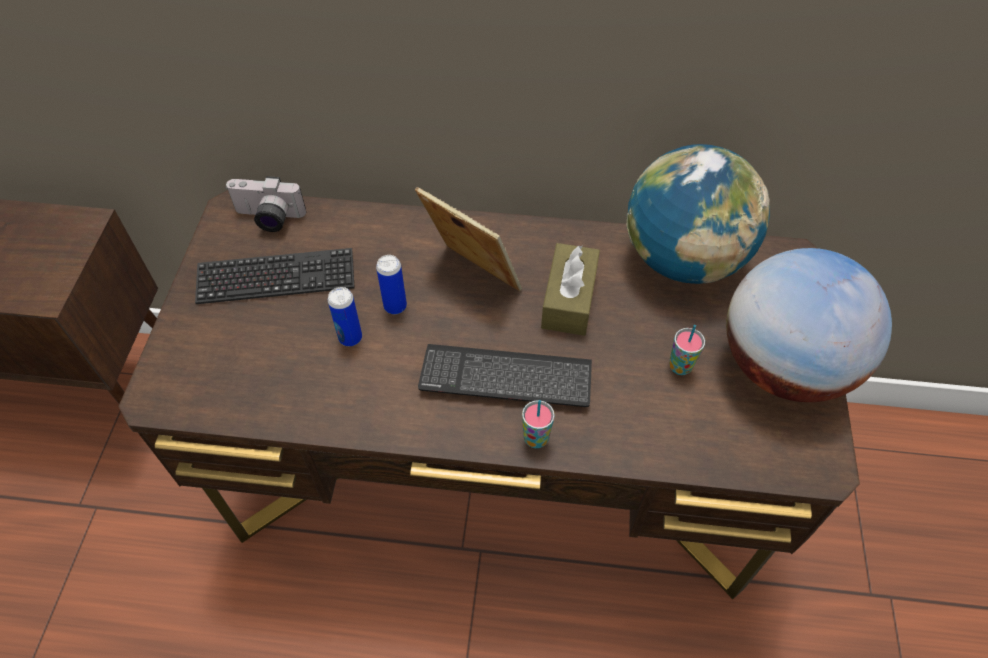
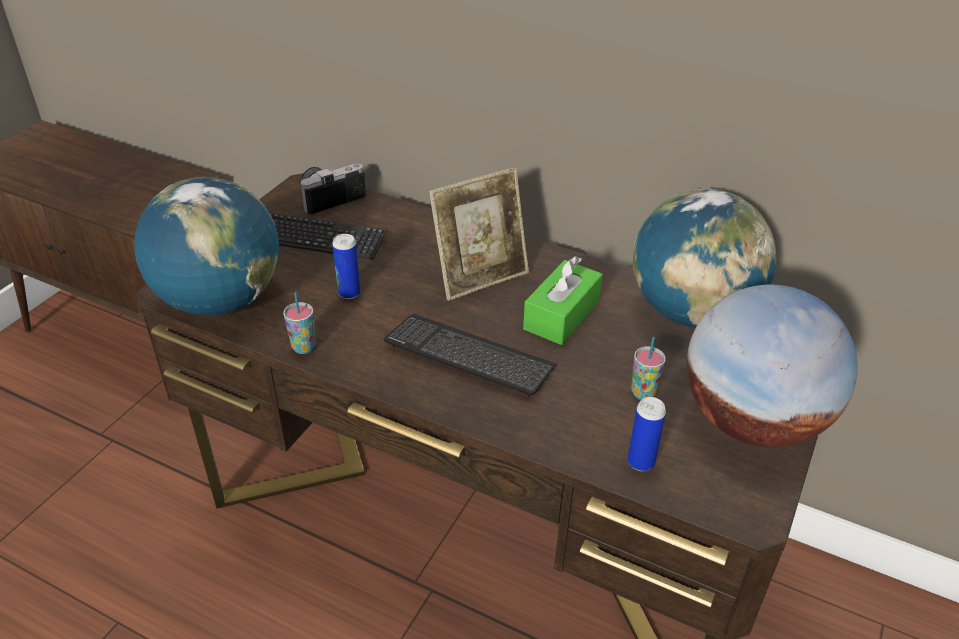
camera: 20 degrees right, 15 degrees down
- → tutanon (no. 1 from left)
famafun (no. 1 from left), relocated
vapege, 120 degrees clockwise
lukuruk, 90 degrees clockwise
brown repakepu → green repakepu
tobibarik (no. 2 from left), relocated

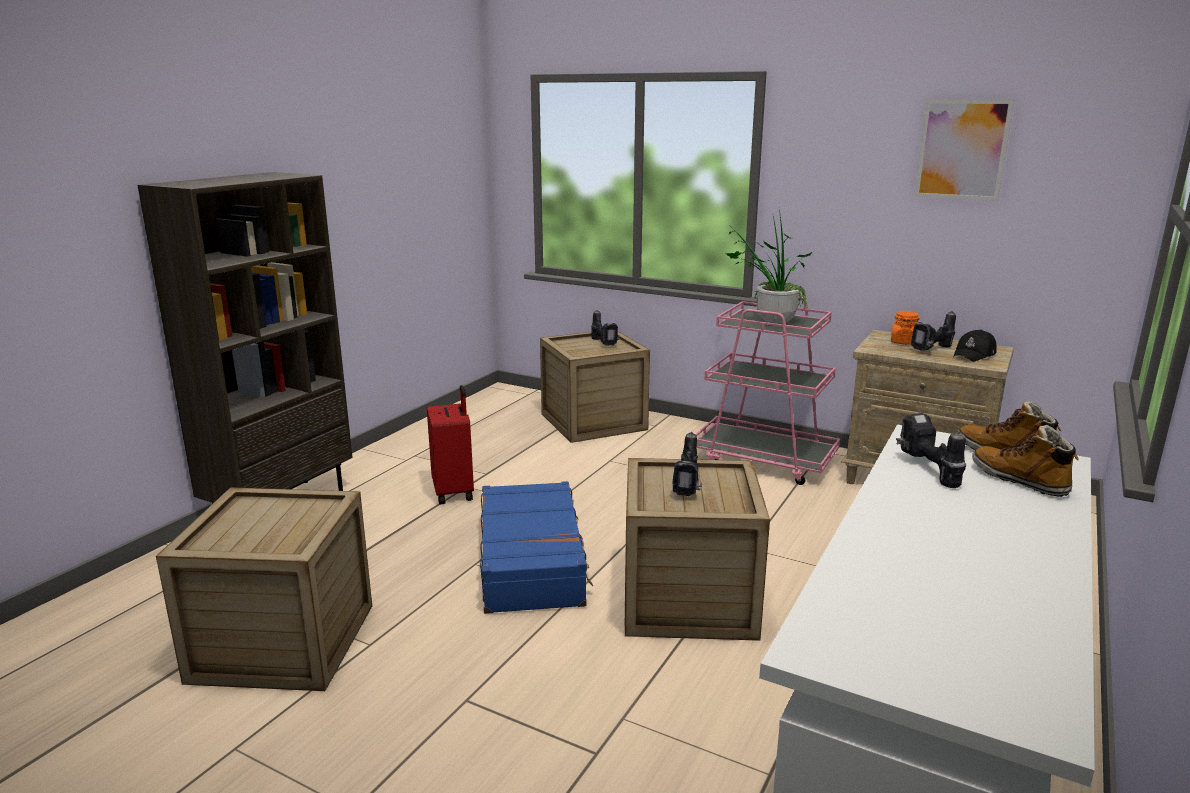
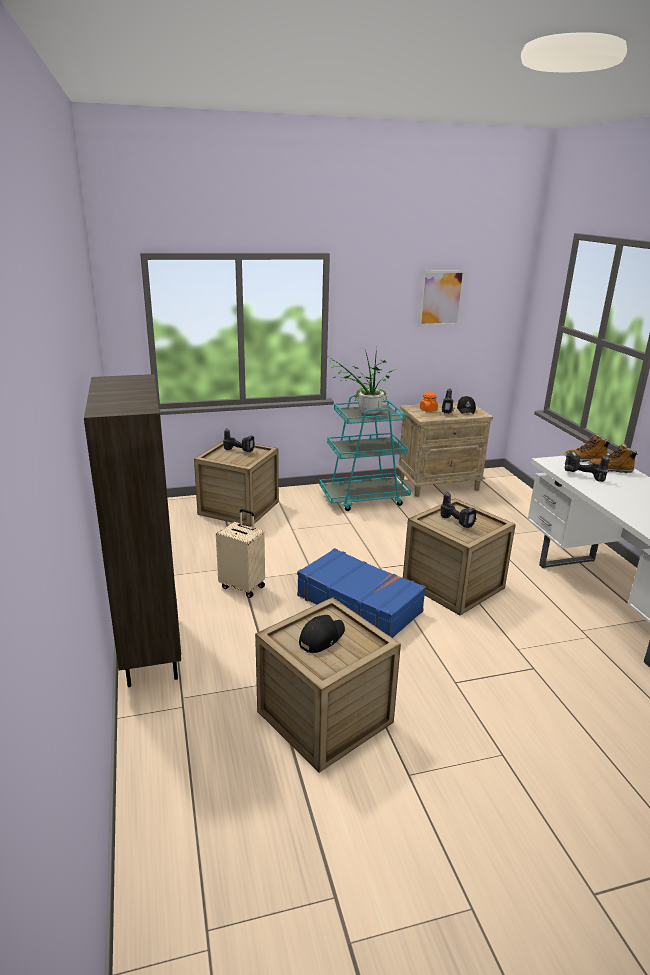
camera: 45 degrees left, 5 degrees up
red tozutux → beige tozutux
- → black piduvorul (no. 1 from left)
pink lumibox → turquoise lumibox

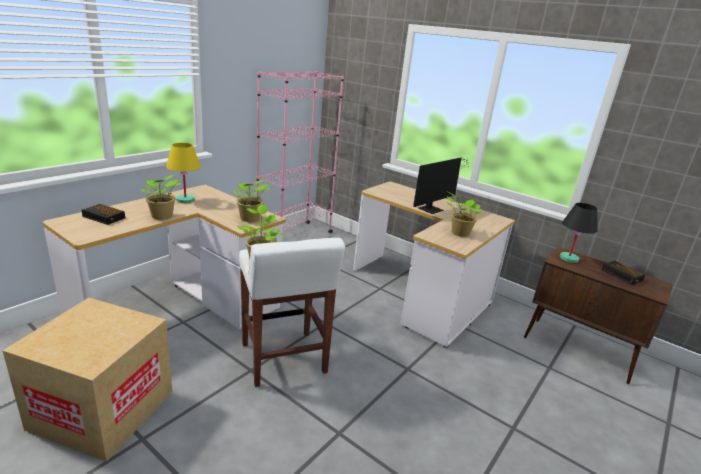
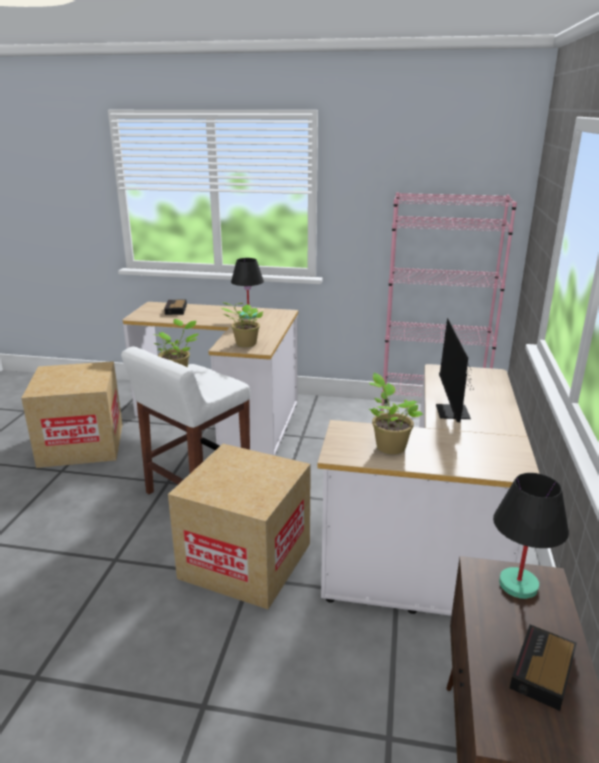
camera: 65 degrees right, 0 degrees up
- → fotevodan (no. 2 from left)
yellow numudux → black numudux (no. 1 from left)
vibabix, 75 degrees clockwise
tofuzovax (no. 1 from left) → -

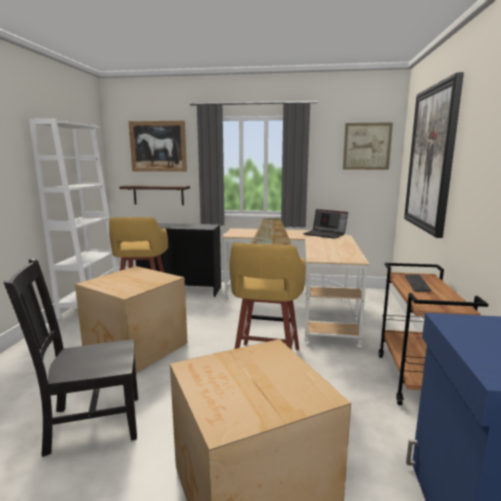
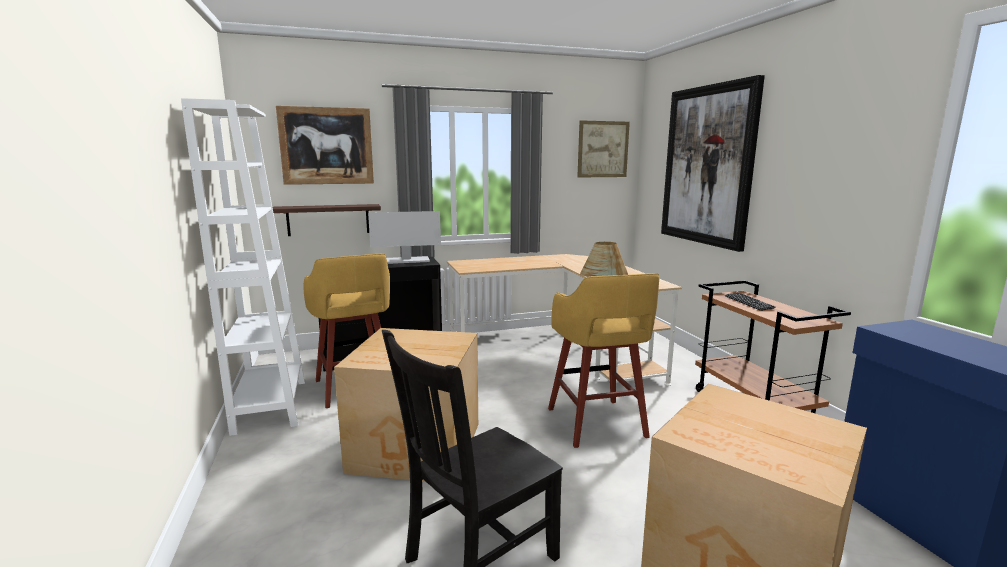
camera: 25 degrees left, 0 degrees up
- → vibabix
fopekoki → -

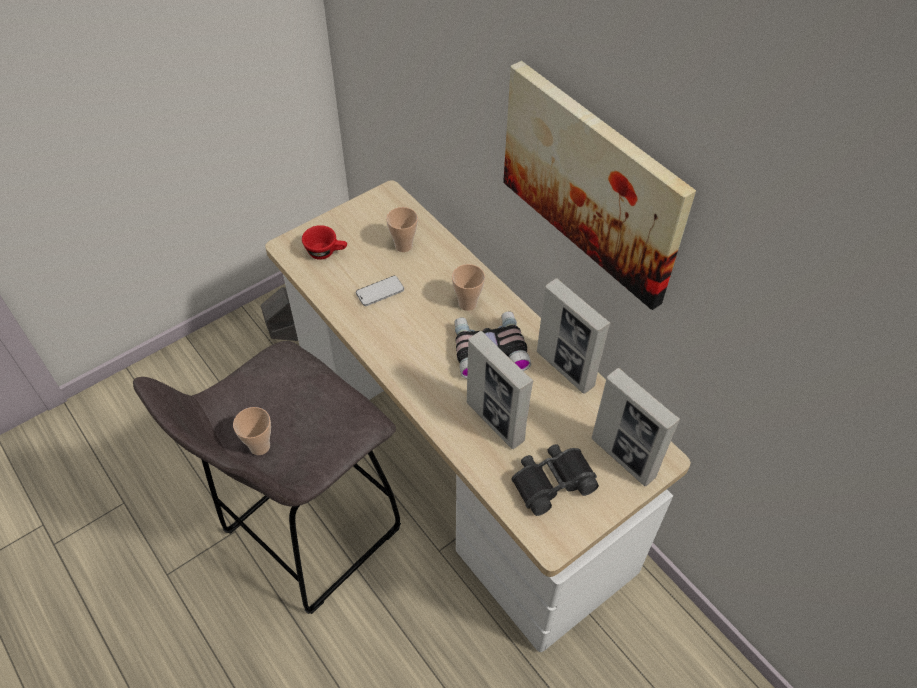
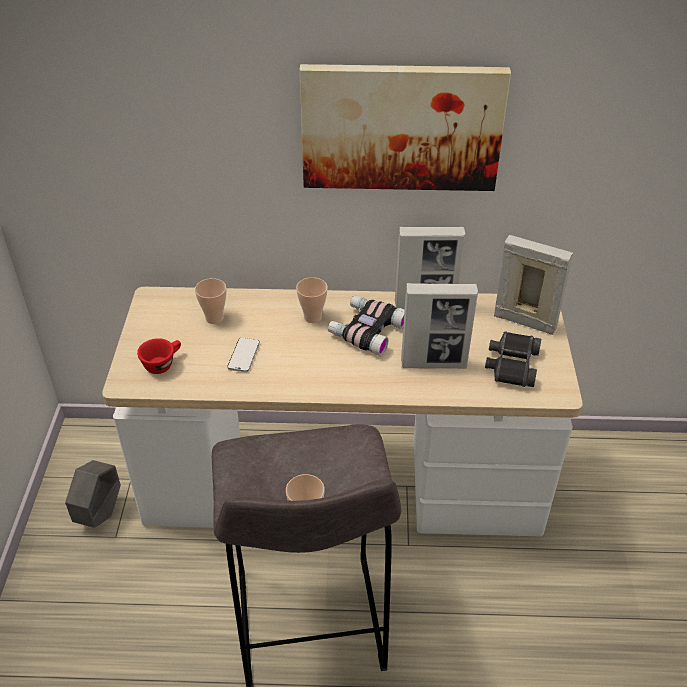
camera: 50 degrees left, 10 degrees down
lukuruk (no. 3 from left), 150 degrees counterclockwise

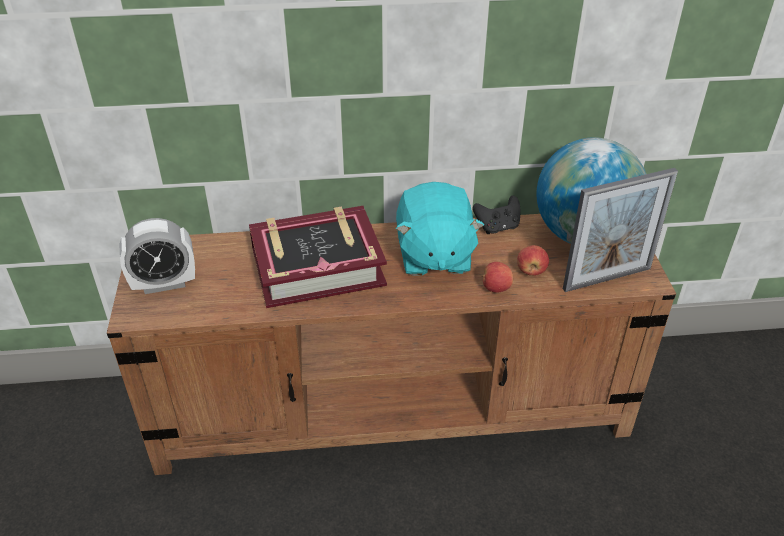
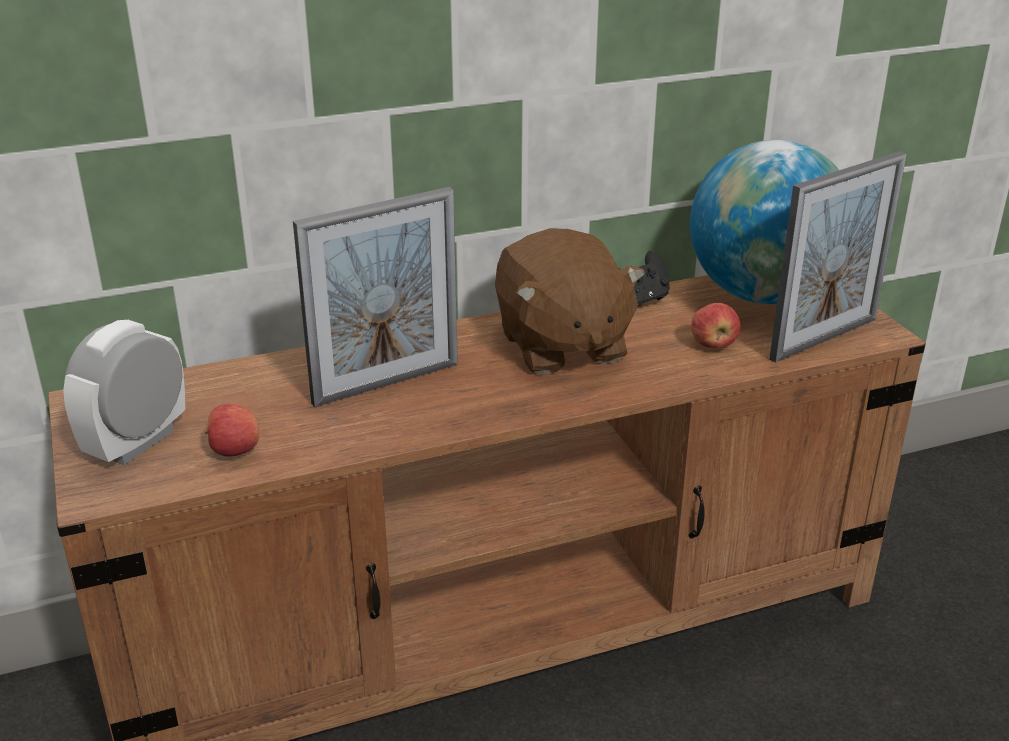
camera: 15 degrees left, 10 degrees down
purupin, 150 degrees clockwise
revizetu (no. 1 from left), relocated
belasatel → lukuruk (no. 1 from left)
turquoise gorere → brown gorere

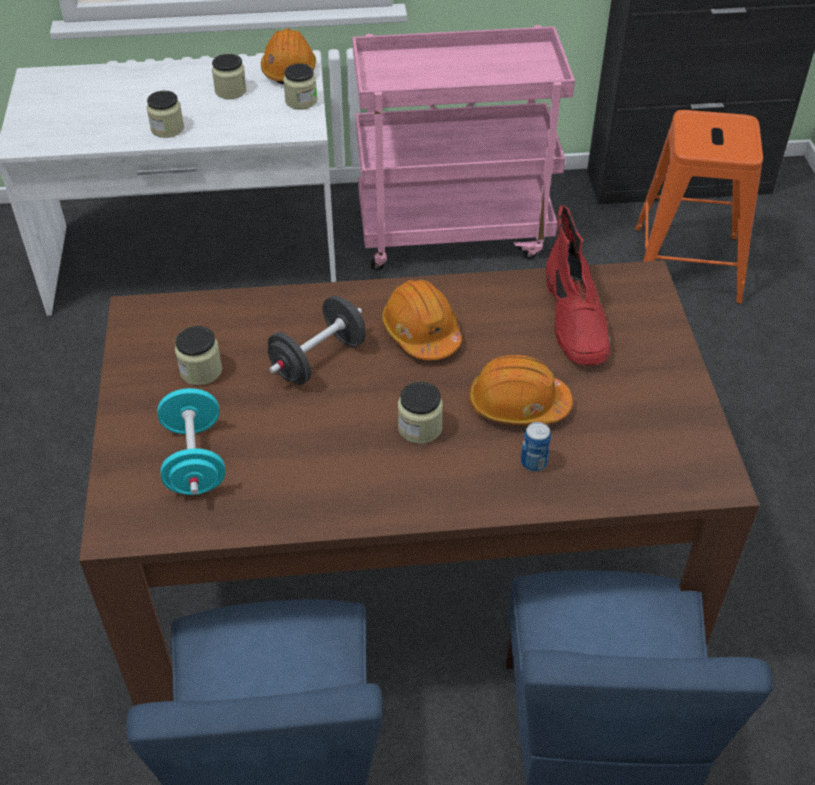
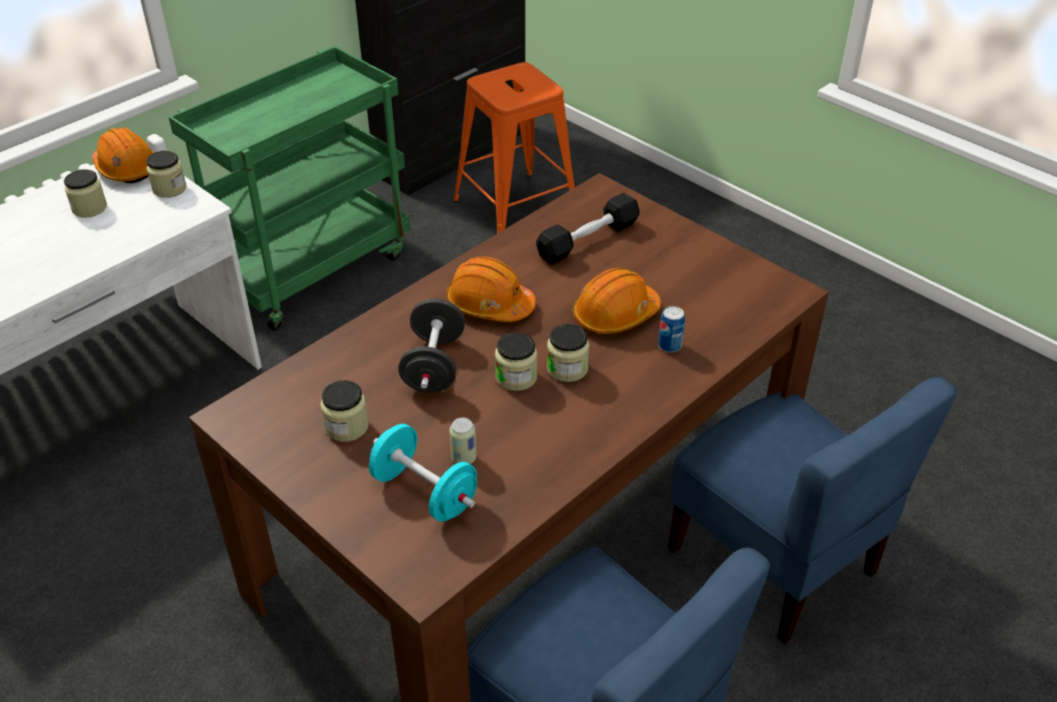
camera: 40 degrees left, 5 degrees down
pink lumibox → green lumibox
- → tobibarik (no. 1 from left)
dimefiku (no. 1 from left in the first image) → dimefiku (no. 4 from left), relocated
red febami → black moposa (no. 2 from left)

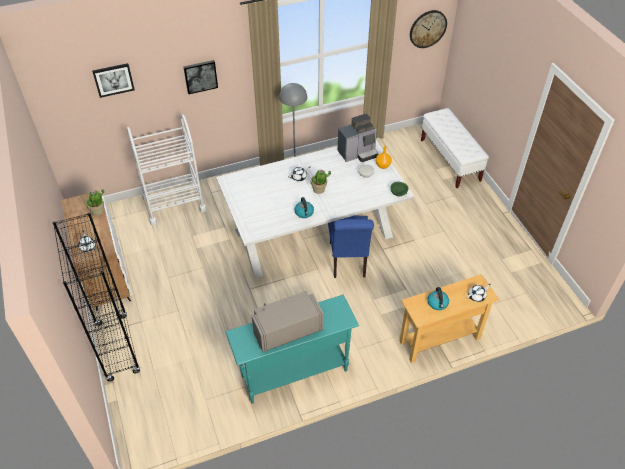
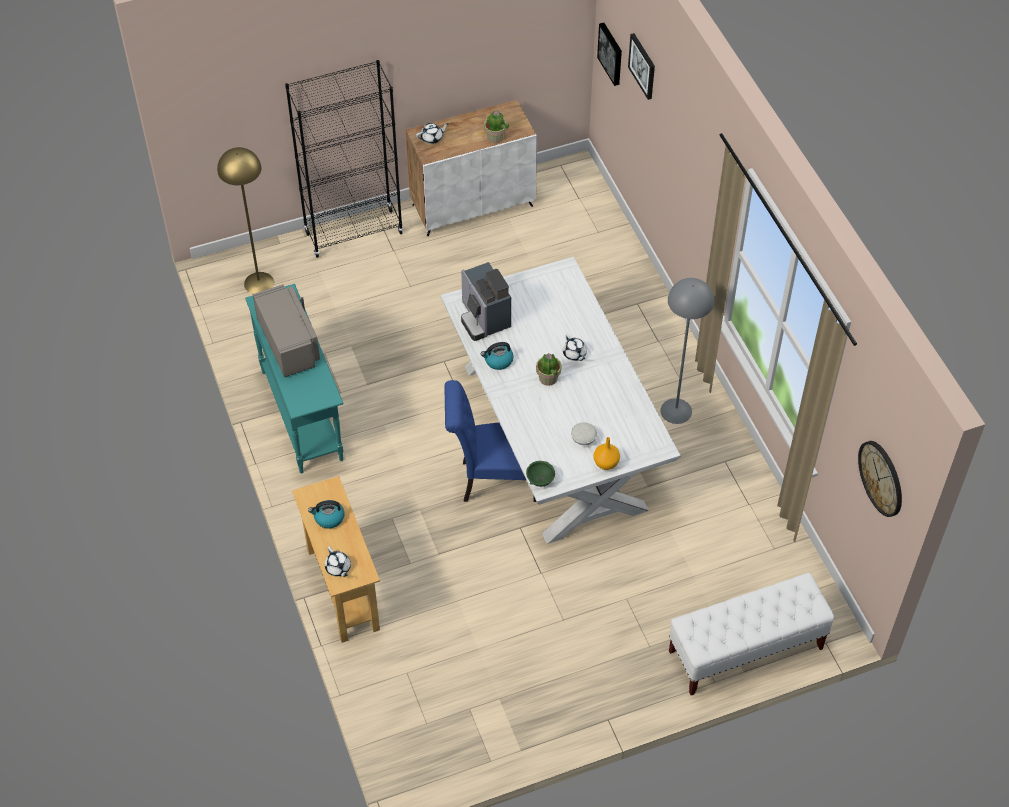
camera: 90 degrees right, 5 degrees up
- → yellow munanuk
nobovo, relocated
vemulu (no. 2 from left in the first image) → vemulu (no. 1 from left), relocated
white lumibox → -

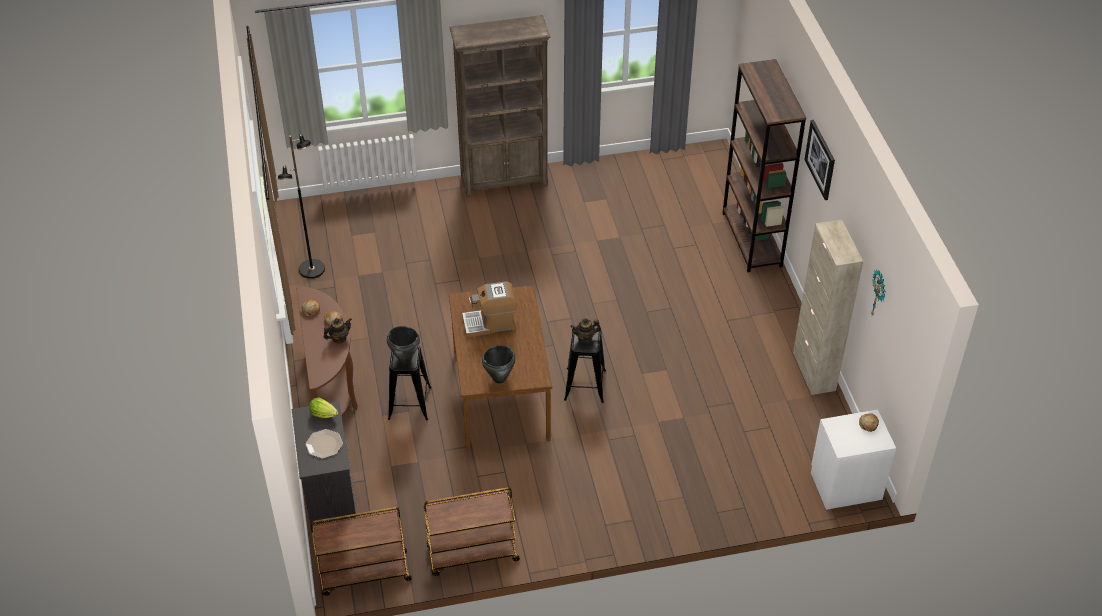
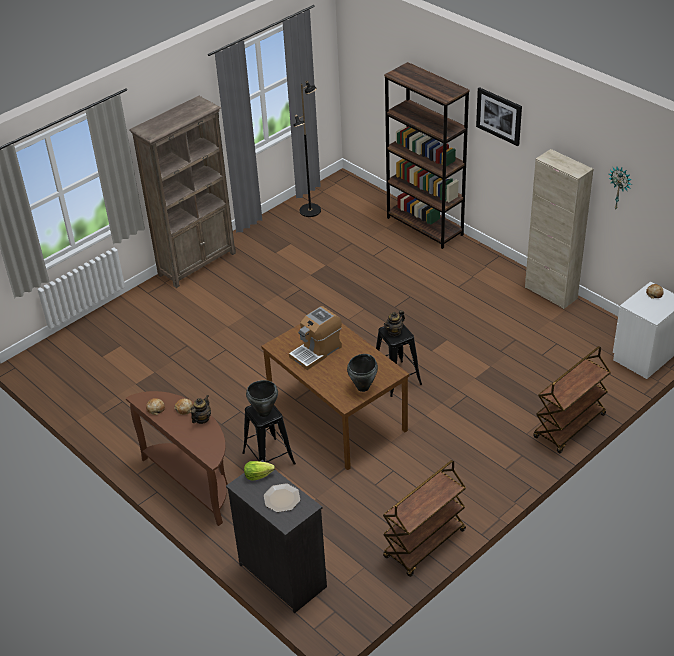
camera: 30 degrees left, 5 degrees down
black munanuk, relocated
brown lumibox (no. 1 from left in the first image) → brown lumibox (no. 2 from left), relocated

